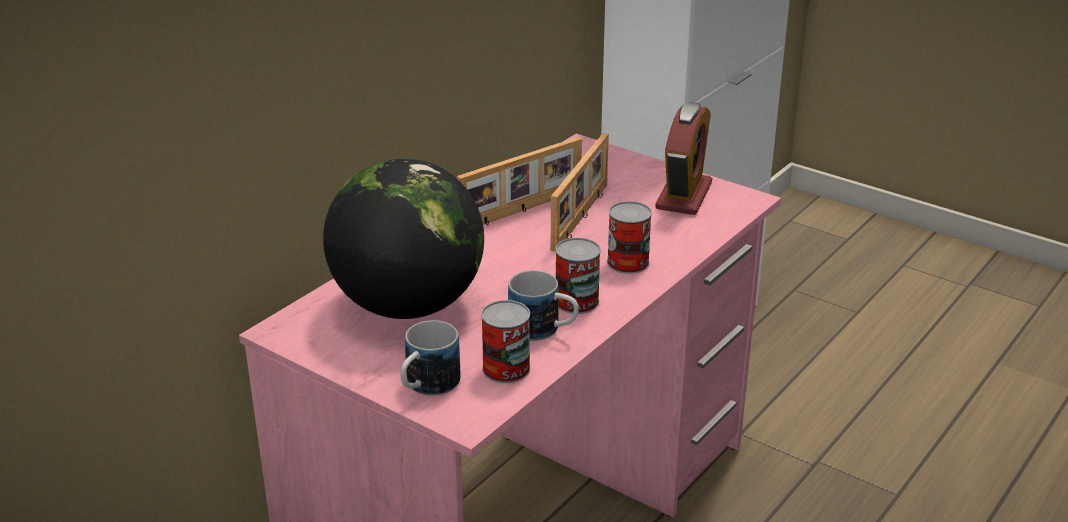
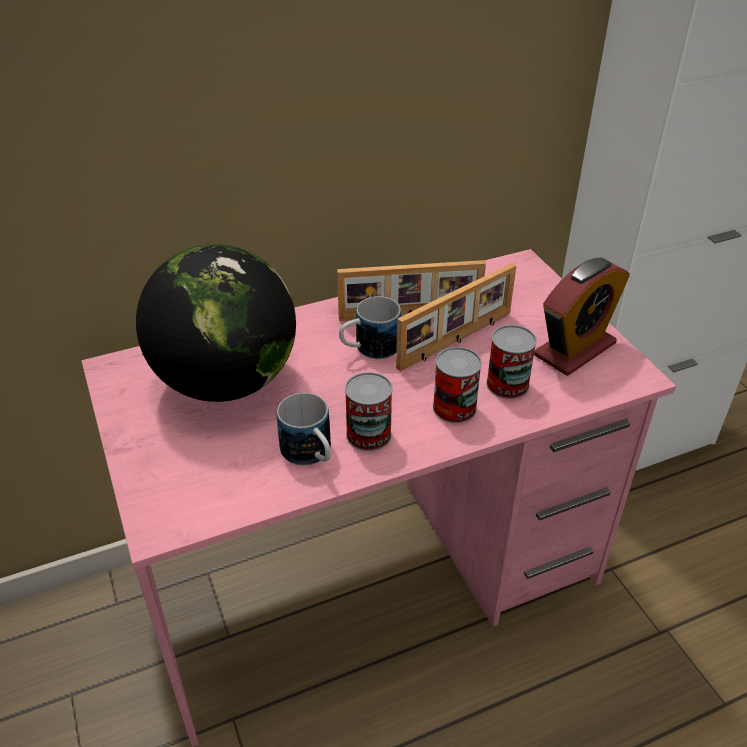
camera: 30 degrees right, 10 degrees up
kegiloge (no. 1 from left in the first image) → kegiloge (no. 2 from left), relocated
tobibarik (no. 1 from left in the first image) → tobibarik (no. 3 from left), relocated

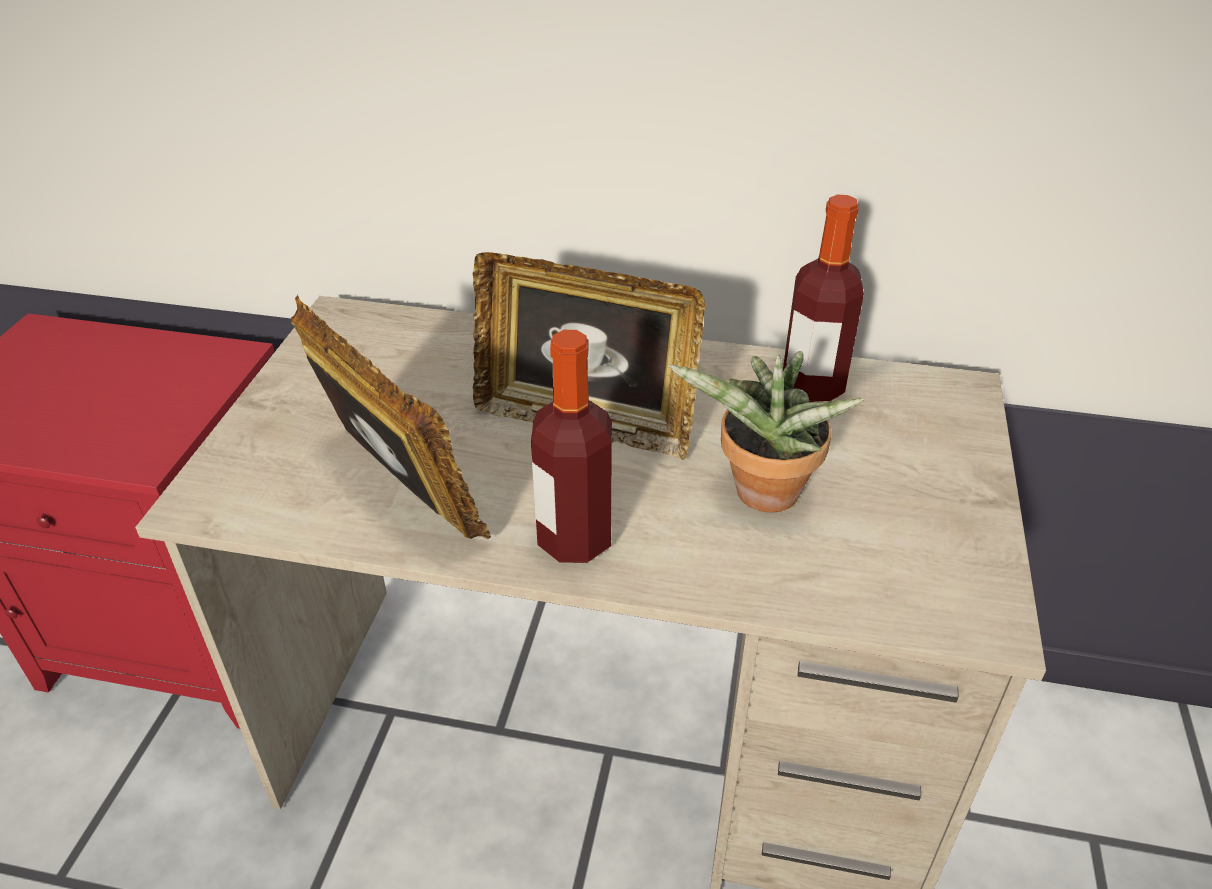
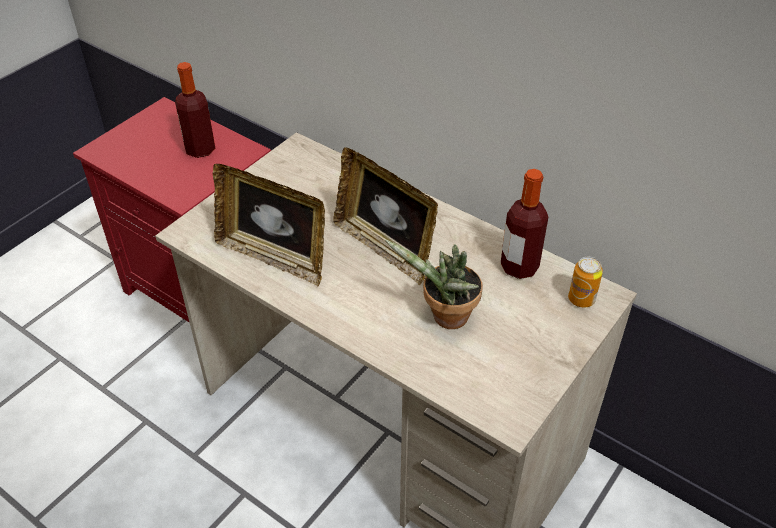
camera: 25 degrees right, 5 degrees up
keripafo (no. 1 from left), relocated
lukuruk (no. 1 from left), 135 degrees clockwise
- → tobibarik

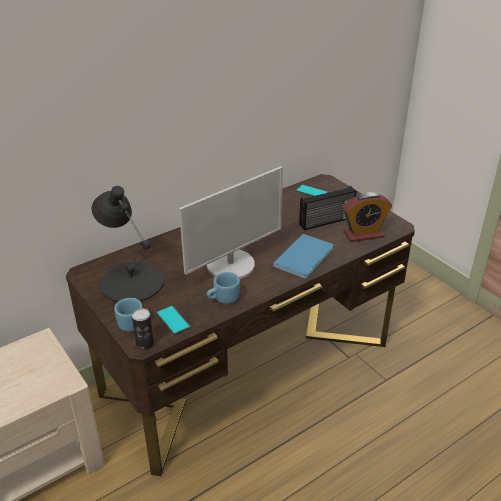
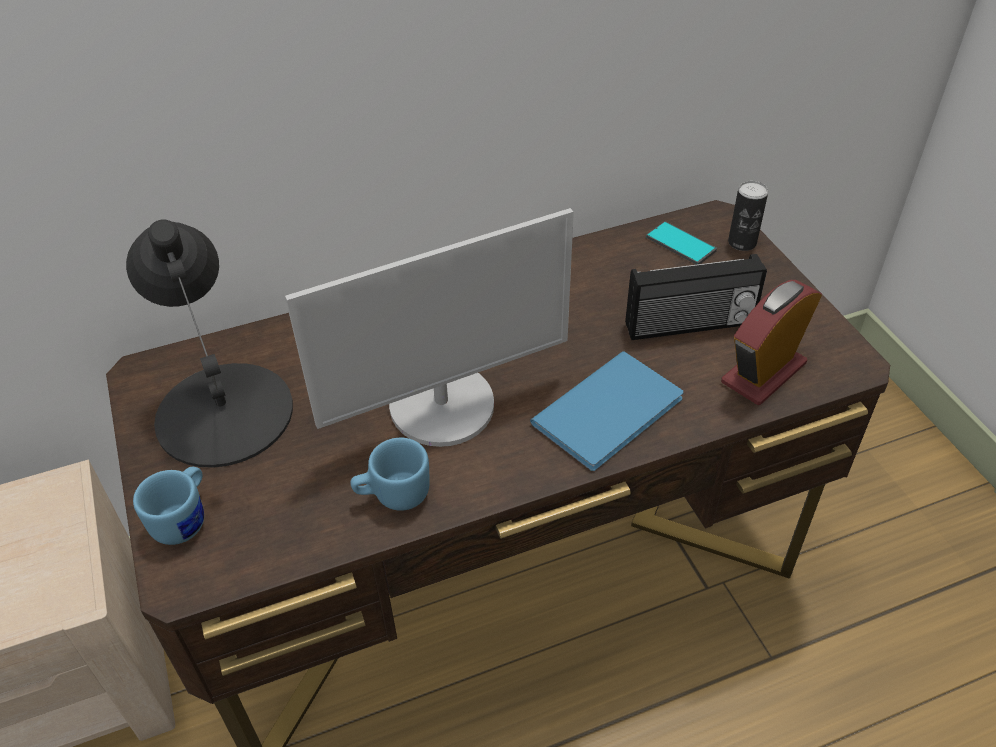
camera: 15 degrees right, 10 degrees up
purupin, 135 degrees clockwise
tobibarik, relocated
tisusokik (no. 1 from left) → -

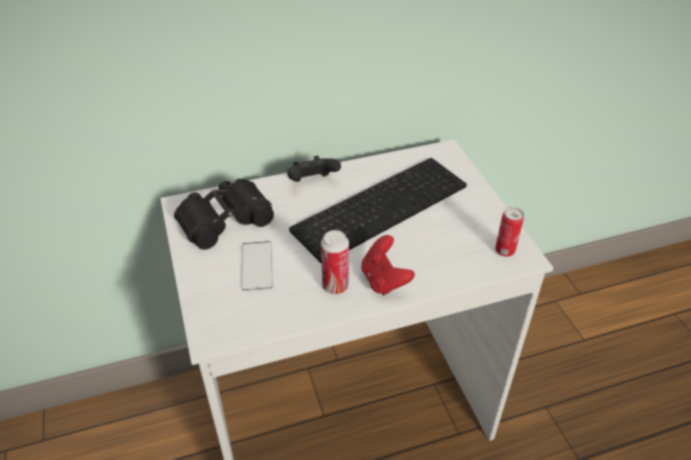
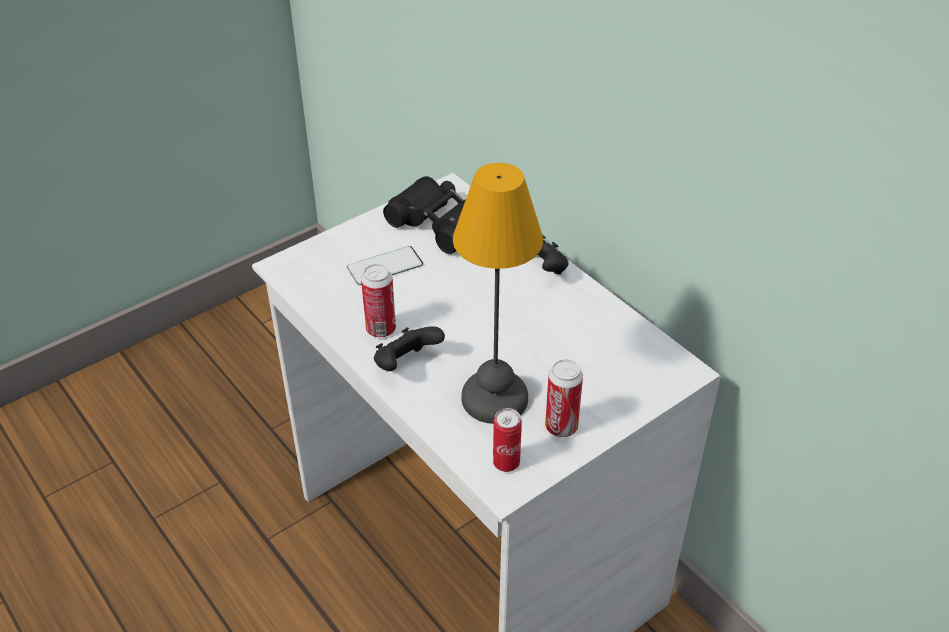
camera: 70 degrees right, 0 degrees up
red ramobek → black ramobek (no. 1 from left)
- → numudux
- → tobibarik (no. 3 from left)
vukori → -

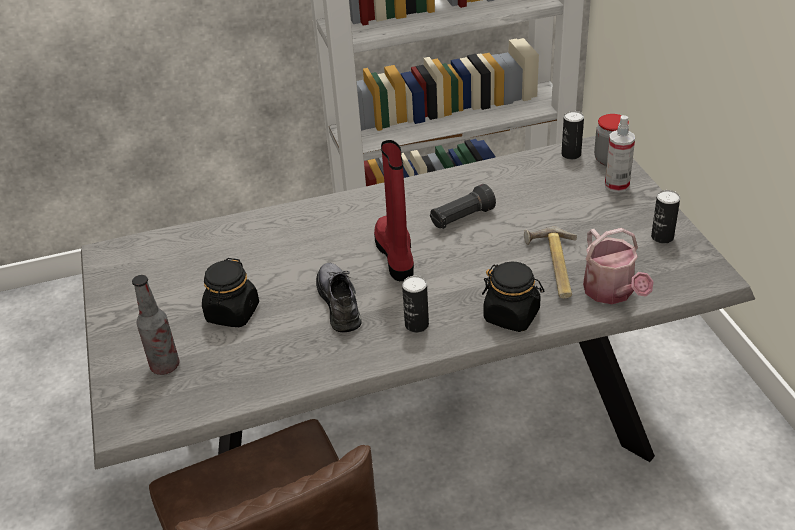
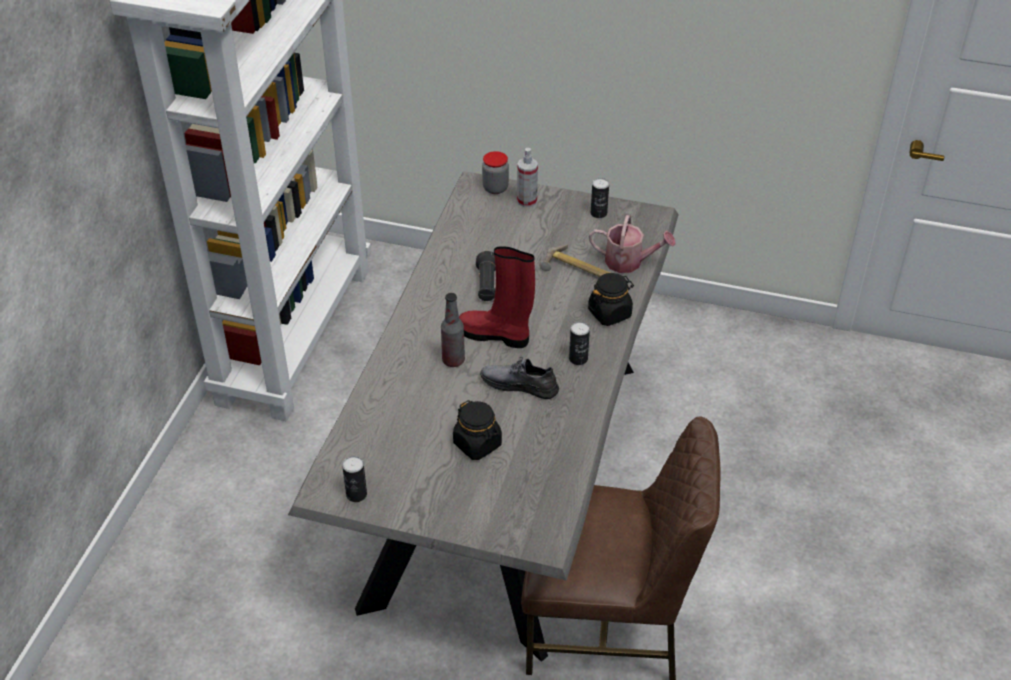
camera: 60 degrees left, 5 degrees up
tobibarik (no. 2 from left in the first image) → tobibarik (no. 1 from left), relocated
keripafo, relocated

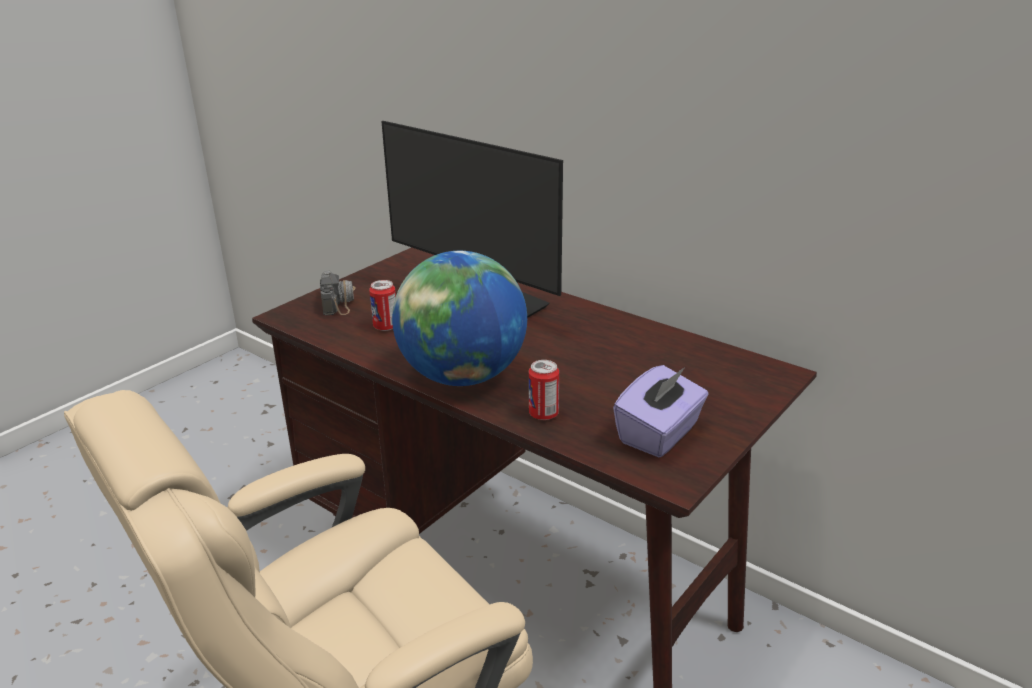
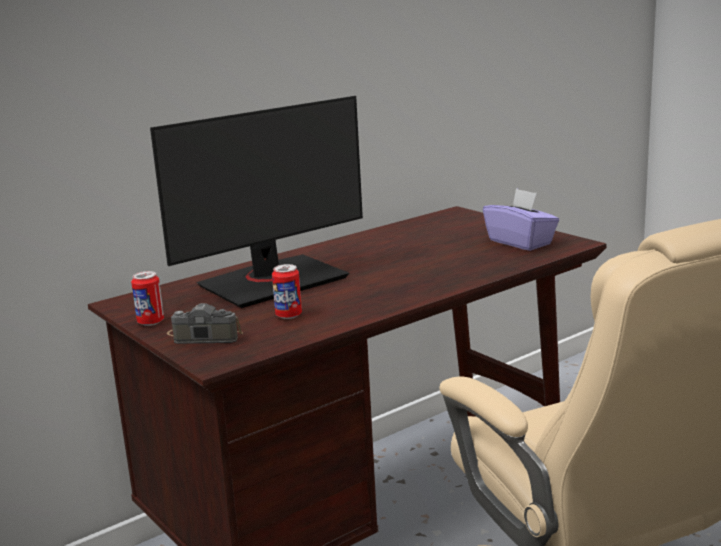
camera: 75 degrees left, 10 degrees down
tobibarik (no. 2 from left in the first image) → tobibarik (no. 1 from left), relocated
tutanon → -

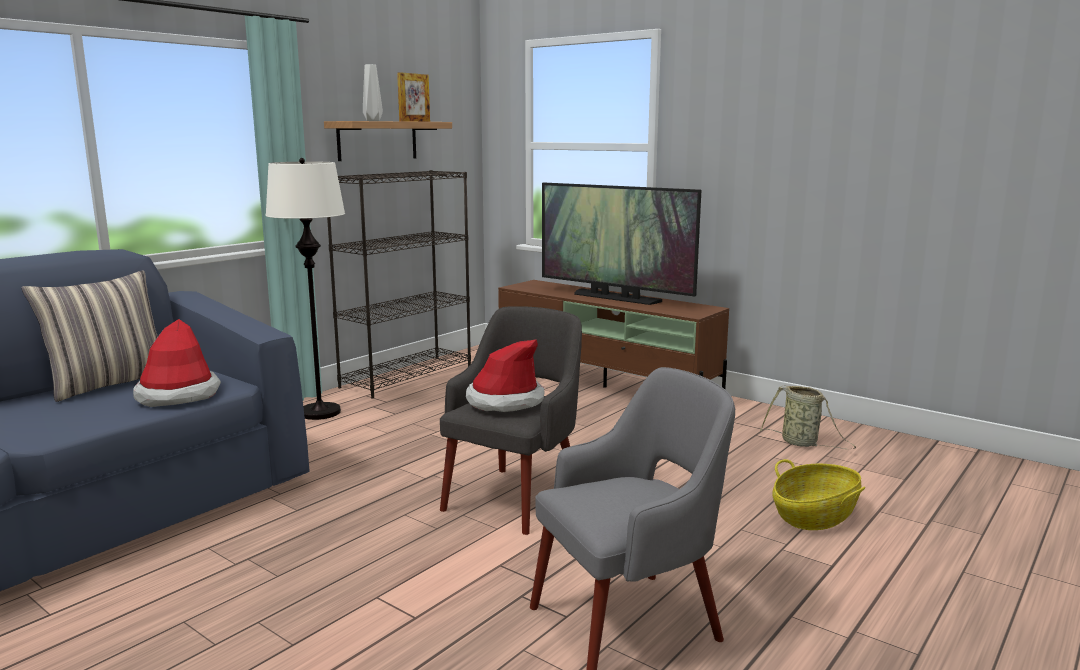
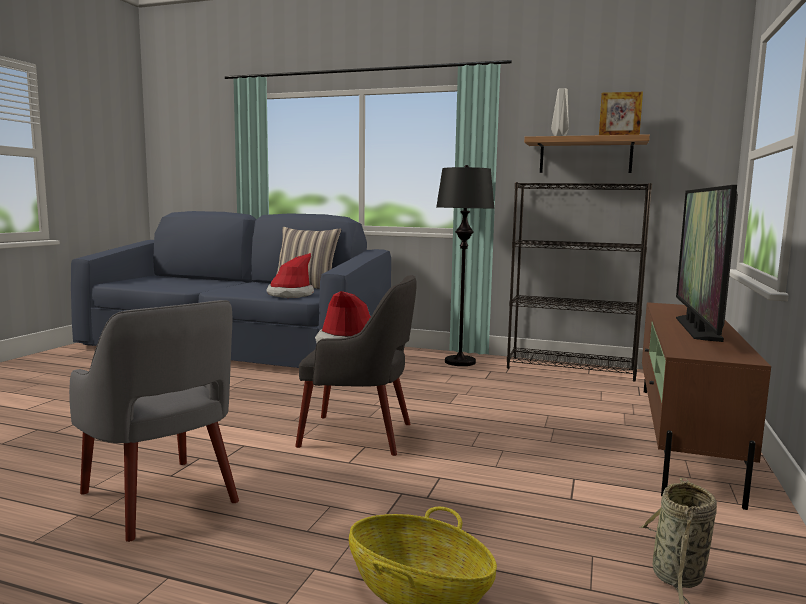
camera: 70 degrees right, 5 degrees down
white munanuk → black munanuk

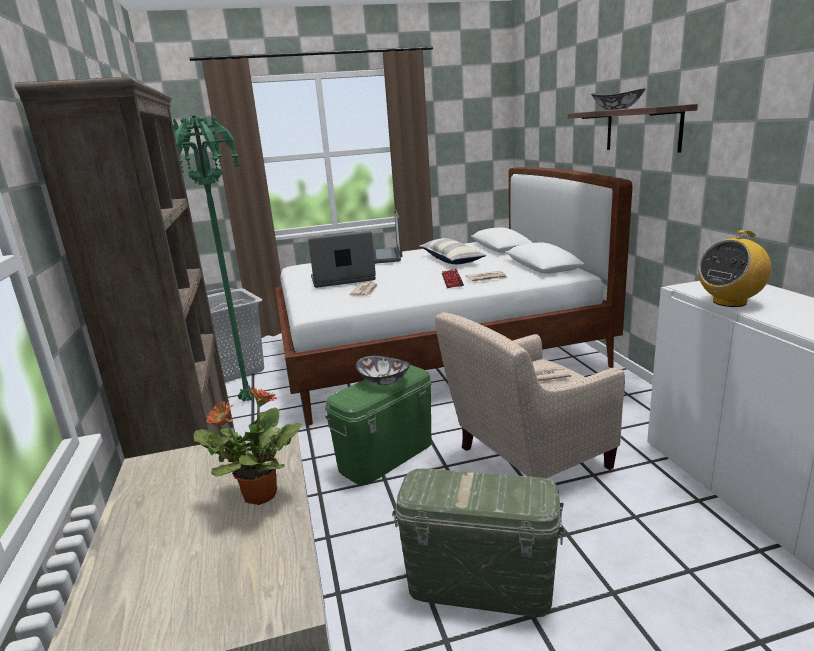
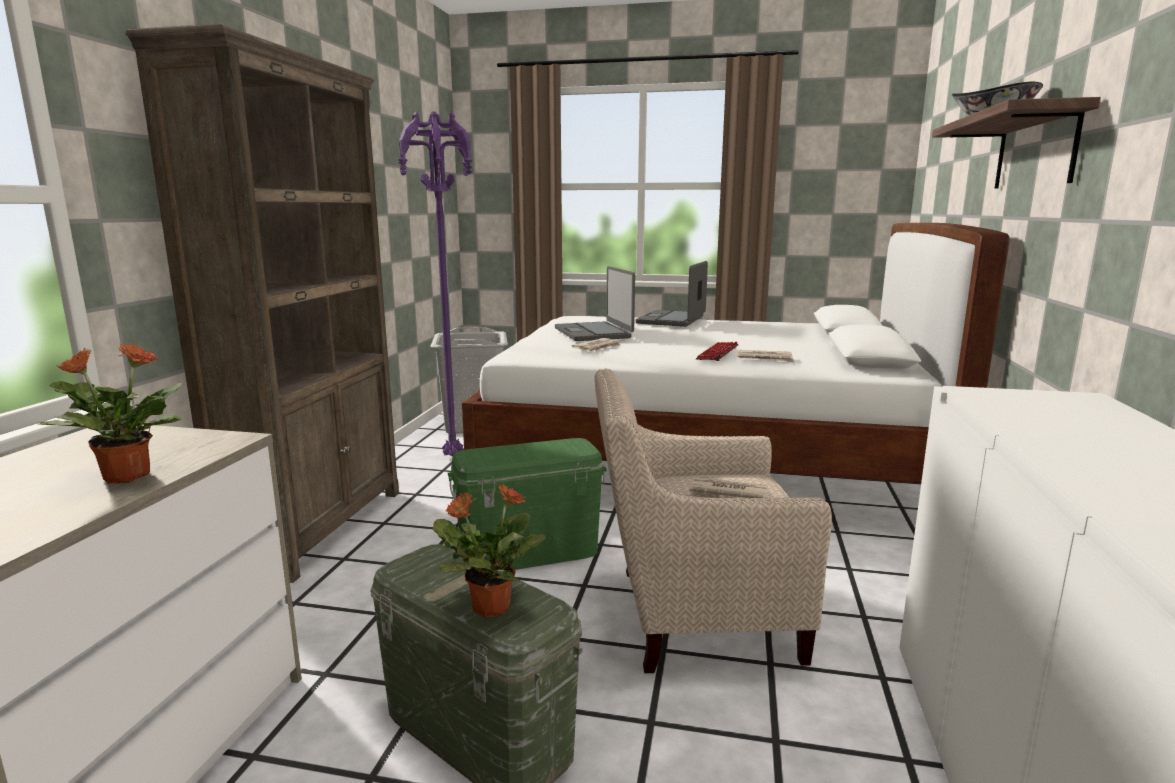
camera: 25 degrees right, 5 degrees down
green munanuk → purple munanuk
- → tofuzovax (no. 2 from left)
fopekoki (no. 1 from left), 120 degrees counterclockwise
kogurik (no. 1 from left) → -
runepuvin → -
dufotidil → -

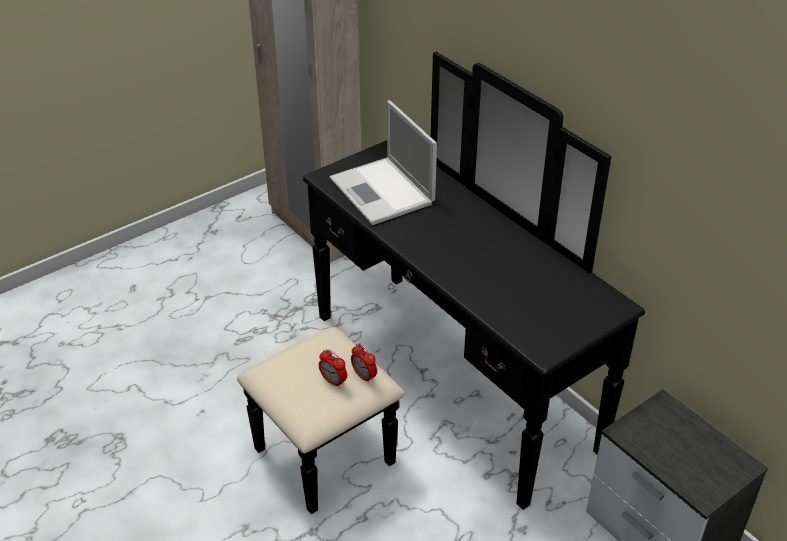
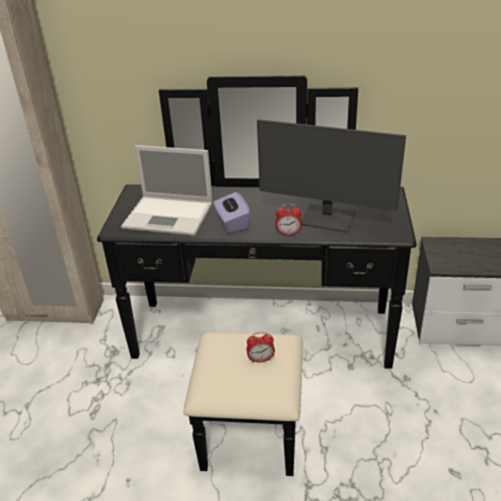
camera: 45 degrees left, 5 degrees down
- → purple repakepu
- → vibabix
purupin (no. 2 from left), relocated

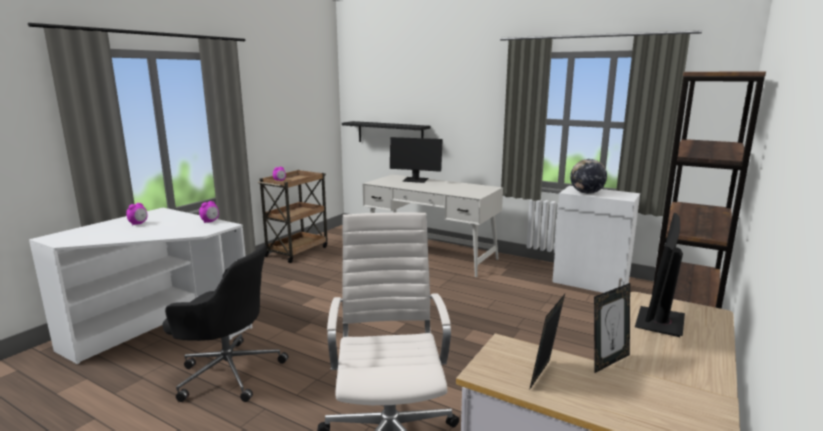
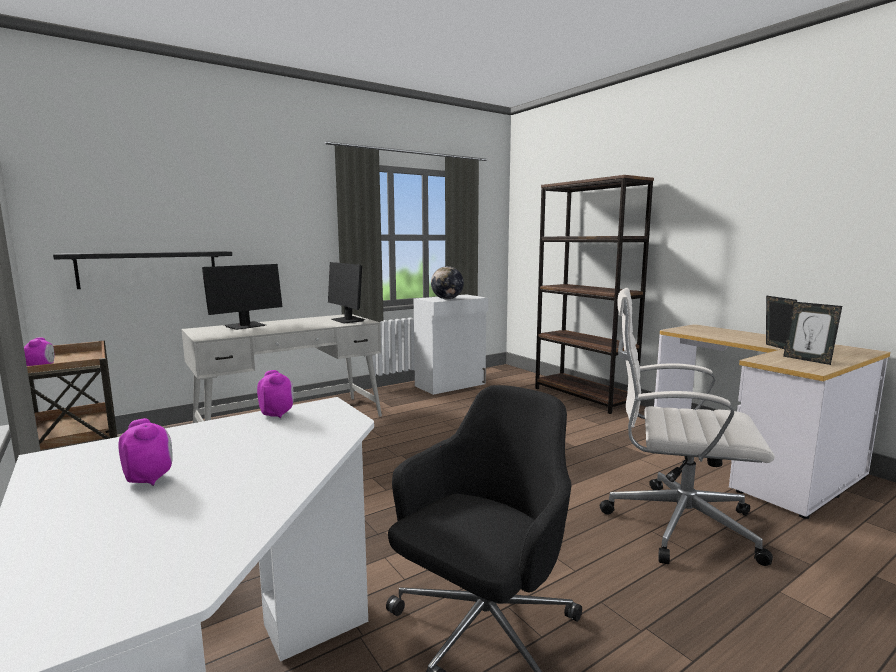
camera: 65 degrees left, 5 degrees down
vibabix (no. 2 from left), relocated

